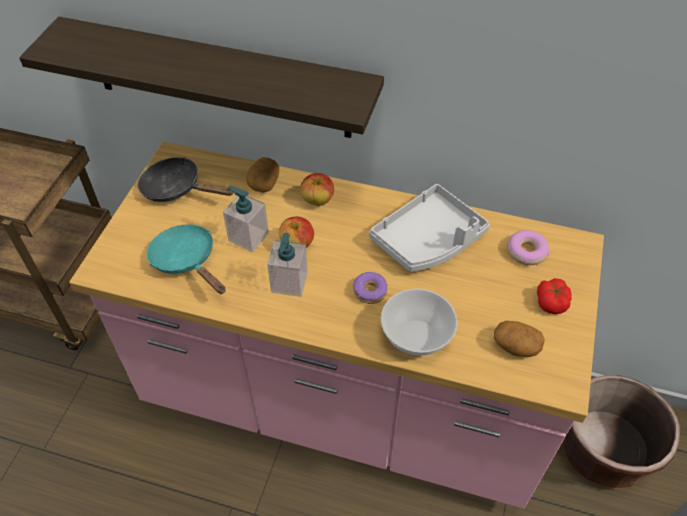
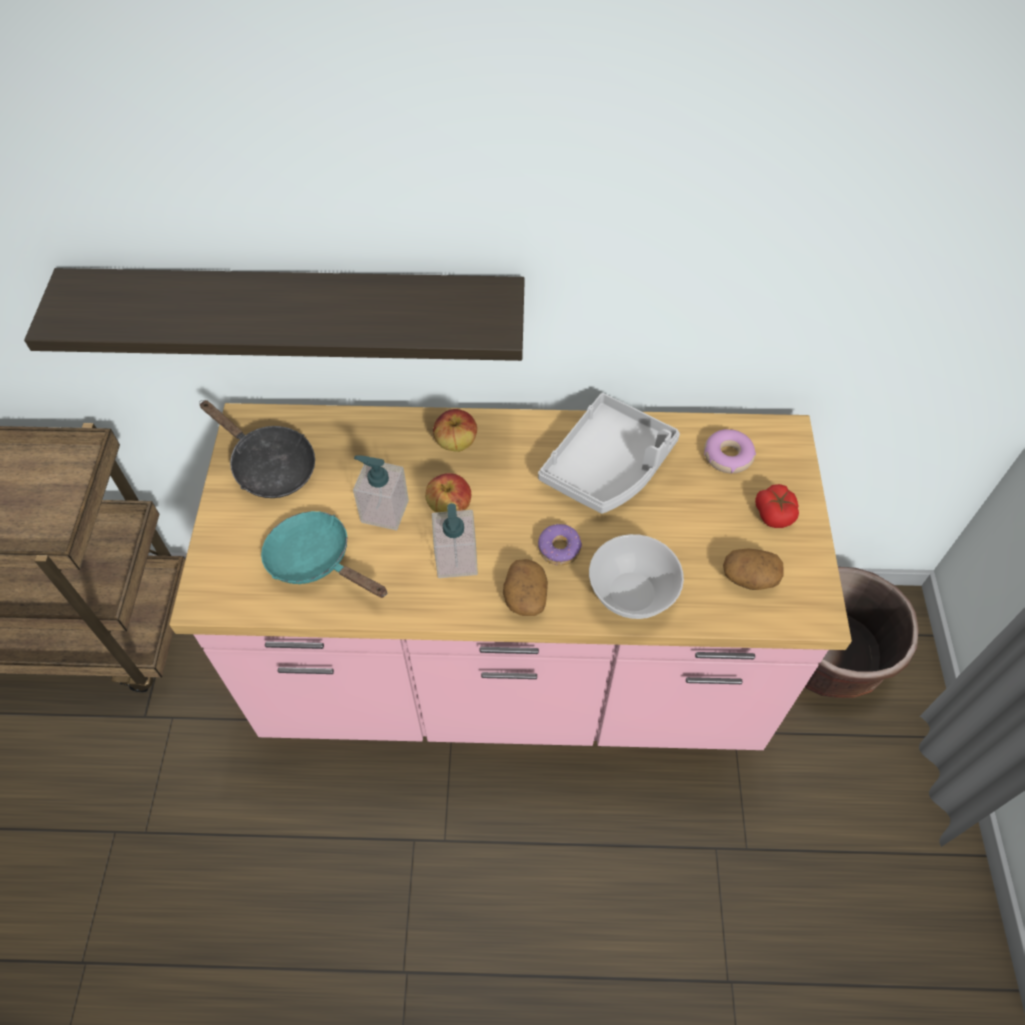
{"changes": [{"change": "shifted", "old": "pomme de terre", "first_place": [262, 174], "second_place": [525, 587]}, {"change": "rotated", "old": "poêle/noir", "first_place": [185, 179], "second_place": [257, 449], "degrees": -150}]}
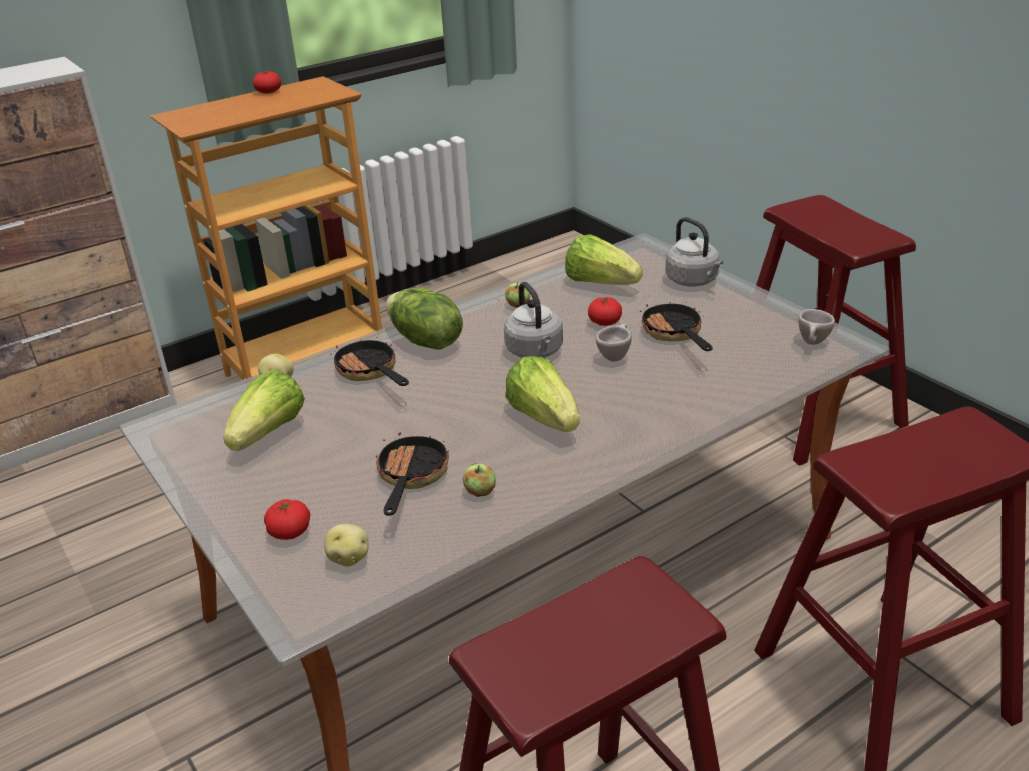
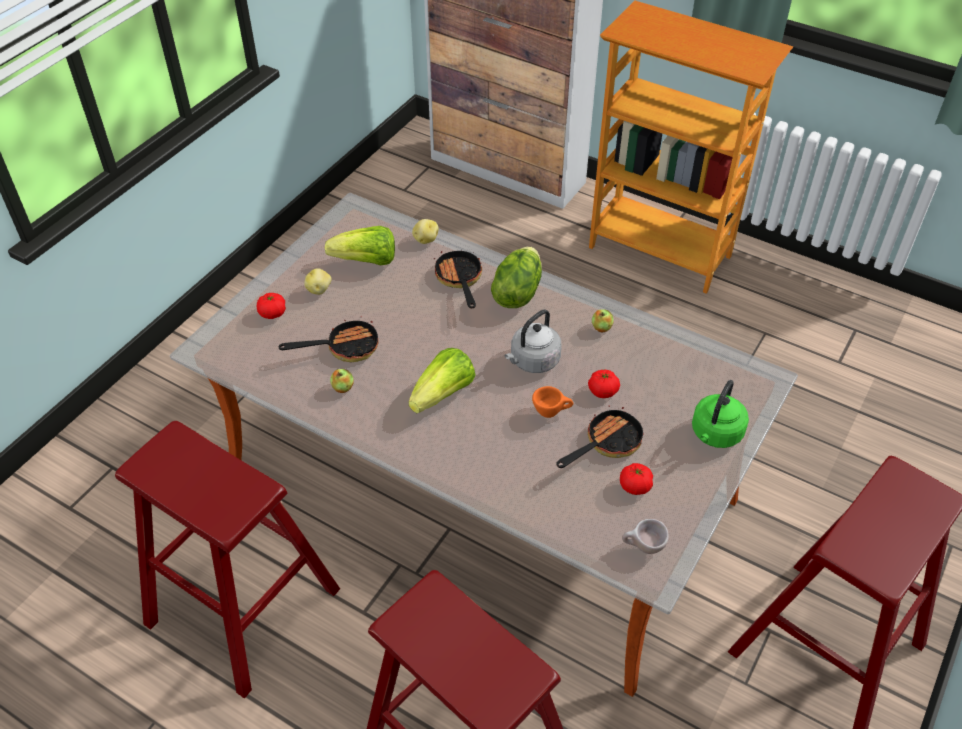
{"changes": [{"change": "gone", "old": "laitue", "first_place": [604, 259]}, {"change": "shifted", "old": "tomate", "first_place": [267, 82], "second_place": [636, 479]}, {"change": "shifted", "old": "pomme de terre", "first_place": [346, 545], "second_place": [318, 281]}, {"change": "repainted", "old": "tasse/beige", "new": "tasse/orange", "first_place": [614, 343], "second_place": [552, 402]}, {"change": "repainted", "old": "bouilloire/gris", "new": "bouilloire/vert", "first_place": [694, 252], "second_place": [720, 414]}, {"change": "rotated", "old": "poêle", "first_place": [369, 361], "second_place": [458, 277], "degrees": -45}]}
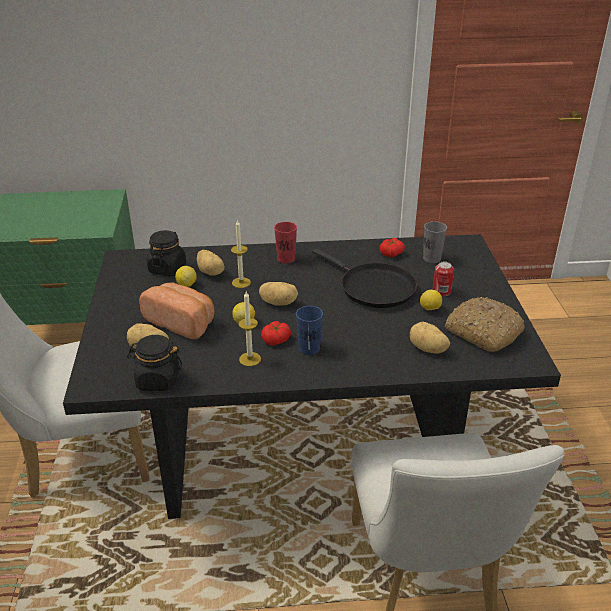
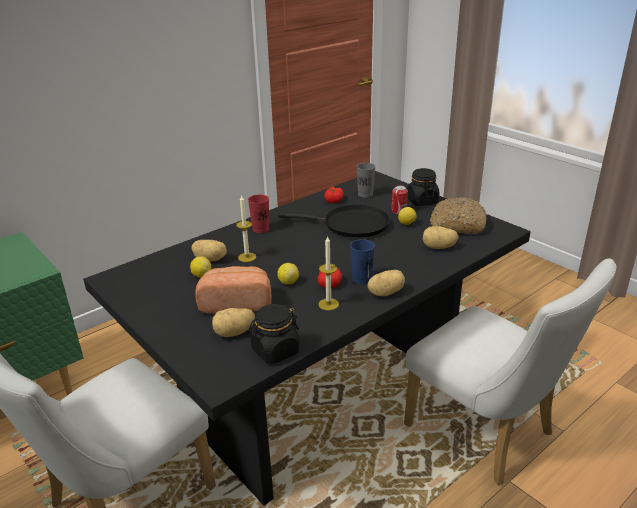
{"changes": [{"change": "shifted", "old": "bocal/noir", "first_place": [166, 253], "second_place": [423, 187]}, {"change": "shifted", "old": "pomme de terre", "first_place": [278, 294], "second_place": [386, 283]}]}
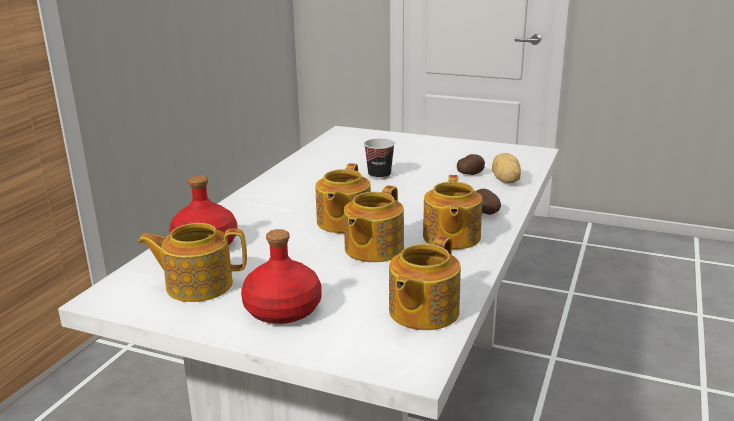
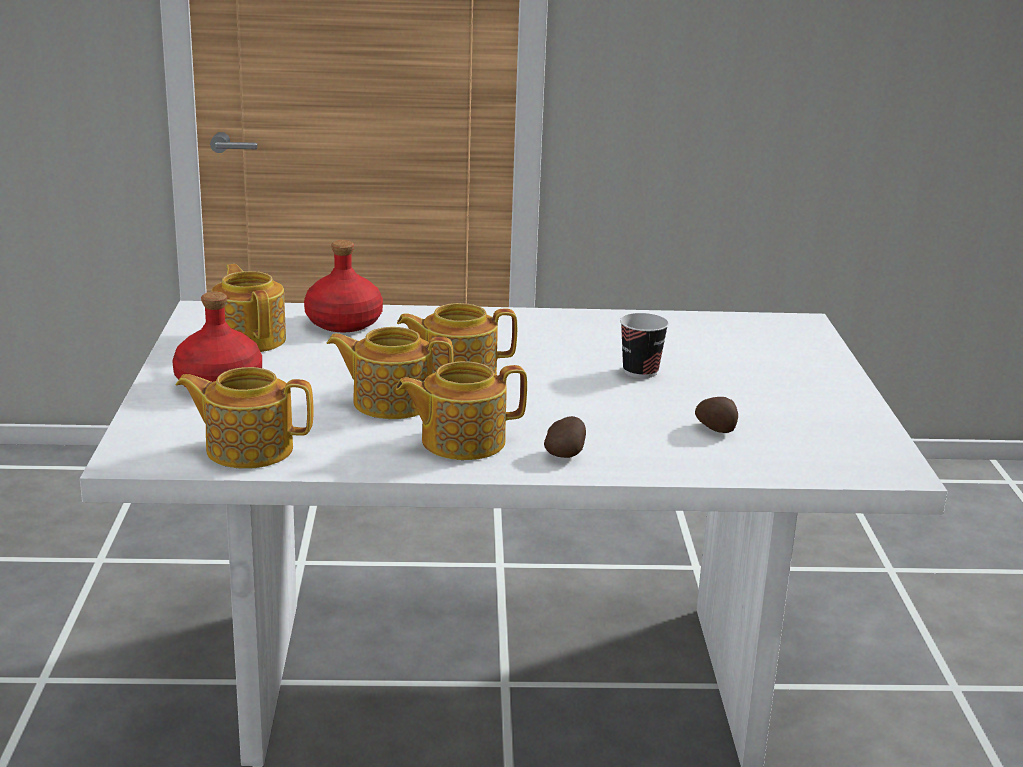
{"changes": [{"change": "gone", "old": "pomme de terre", "first_place": [506, 168]}]}
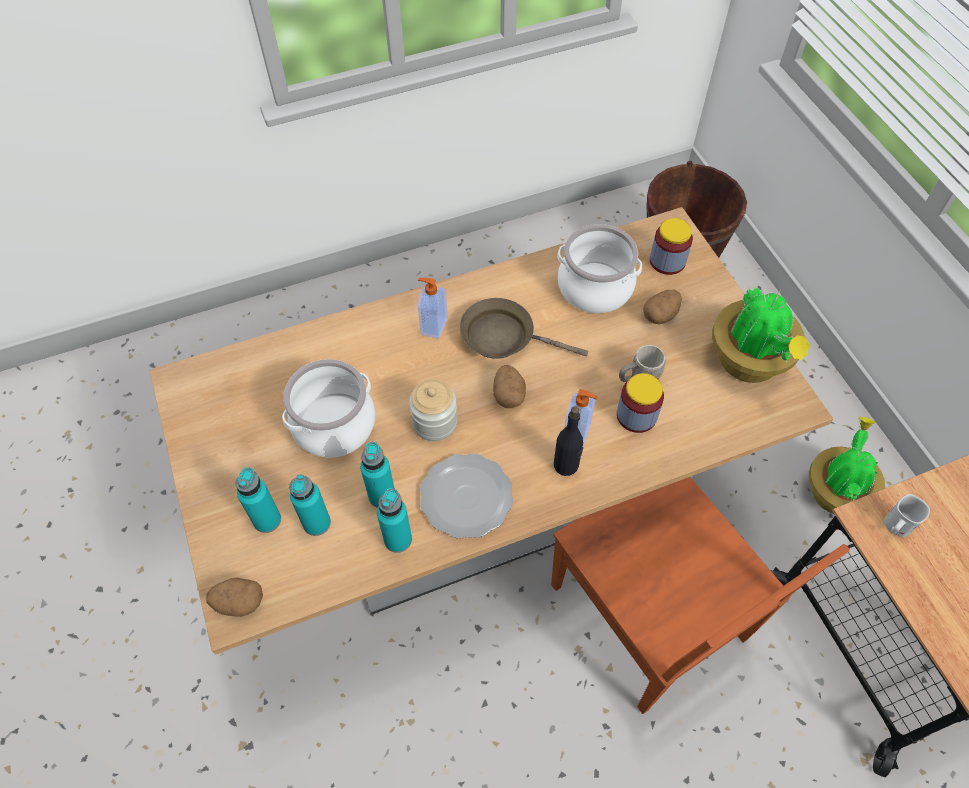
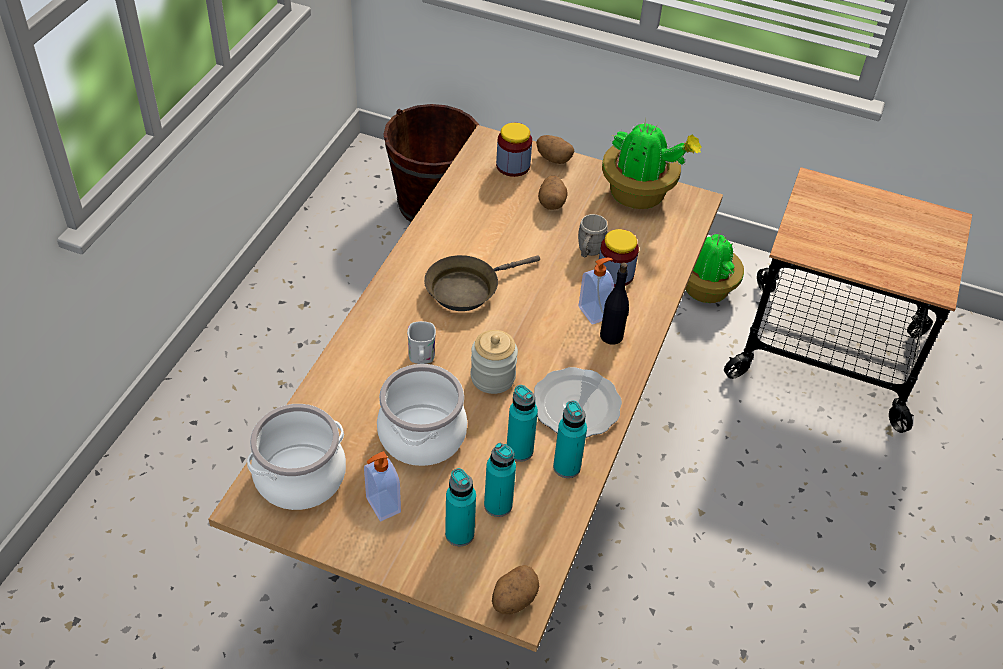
{"changes": [{"change": "gone", "old": "chaise/marron", "first_place": [700, 595]}, {"change": "shifted", "old": "distributeur de savon", "first_place": [433, 308], "second_place": [382, 486]}, {"change": "shifted", "old": "pomme de terre", "first_place": [509, 386], "second_place": [555, 149]}, {"change": "shifted", "old": "marmite", "first_place": [599, 268], "second_place": [296, 457]}, {"change": "shifted", "old": "mug/blanc", "first_place": [907, 515], "second_place": [421, 342]}]}
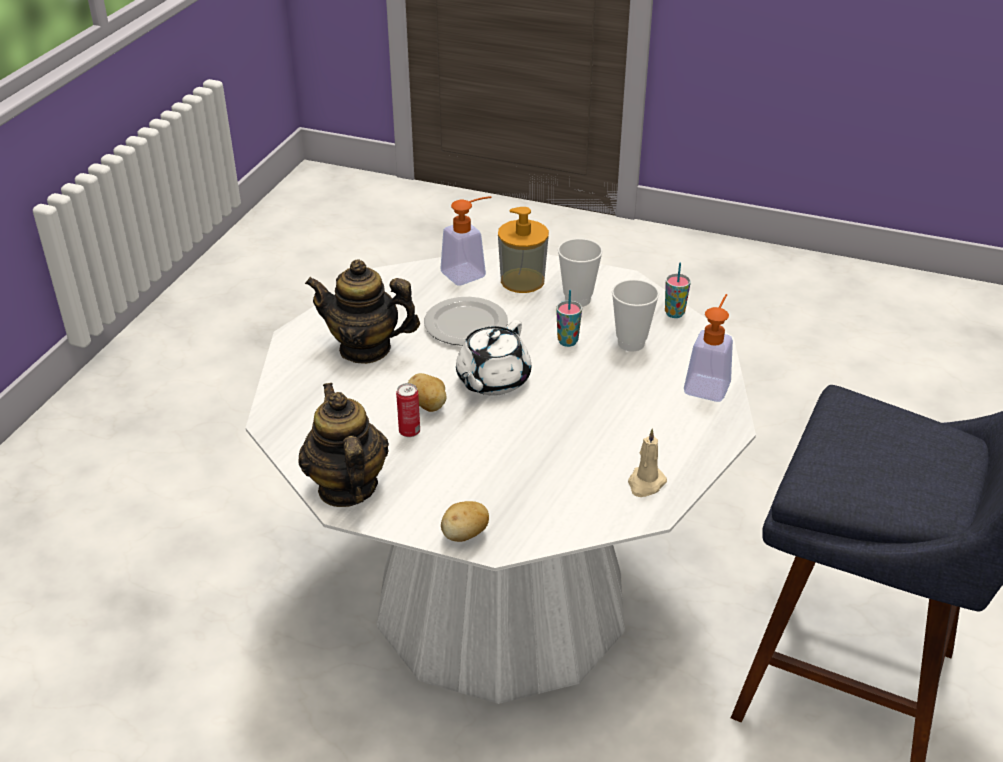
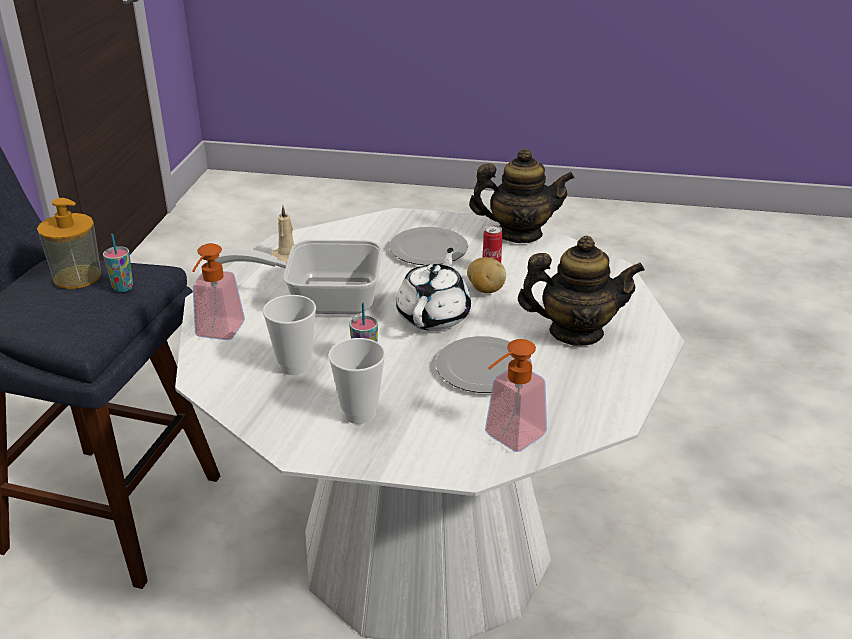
{"changes": [{"change": "gone", "old": "pomme de terre", "first_place": [465, 521]}, {"change": "new", "new": "poêle", "second_place": [298, 277]}, {"change": "new", "new": "assiette", "second_place": [428, 246]}, {"change": "shifted", "old": "distributeur de savon", "first_place": [523, 250], "second_place": [69, 243]}, {"change": "shifted", "old": "tasse", "first_place": [678, 290], "second_place": [118, 263]}, {"change": "rotated", "old": "théière", "first_place": [343, 445], "second_place": [521, 195], "degrees": -60}]}
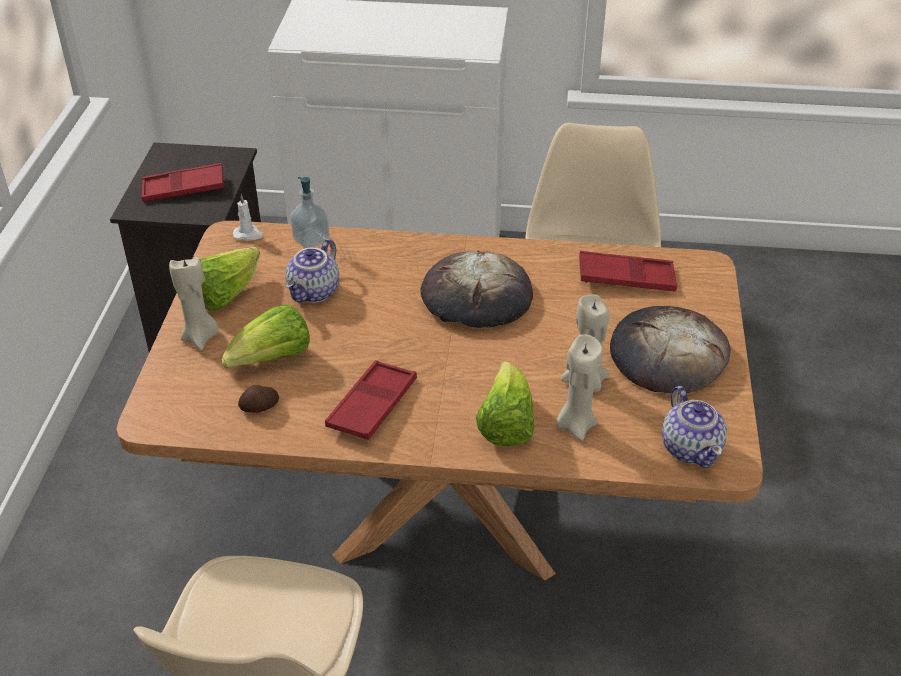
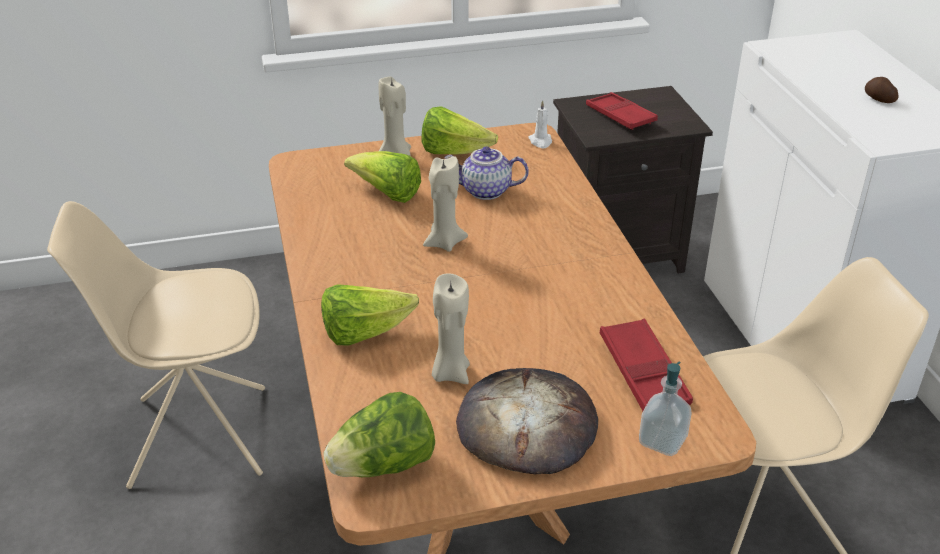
{"changes": [{"change": "gone", "old": "plateau/rouge", "first_place": [371, 400]}, {"change": "gone", "old": "pain", "first_place": [476, 289]}, {"change": "shifted", "old": "pomme de terre", "first_place": [258, 398], "second_place": [882, 90]}, {"change": "shifted", "old": "distributeur de savon", "first_place": [310, 212], "second_place": [665, 408]}, {"change": "shifted", "old": "bougie/beige", "first_place": [579, 387], "second_place": [445, 204]}, {"change": "swapped", "old": "théière", "new": "laitue", "first_place": [694, 427], "second_place": [379, 434]}]}
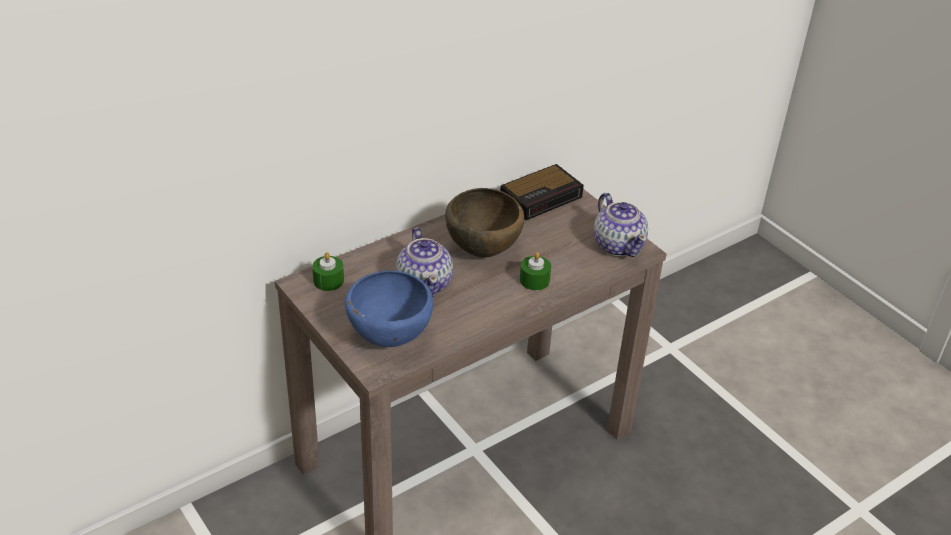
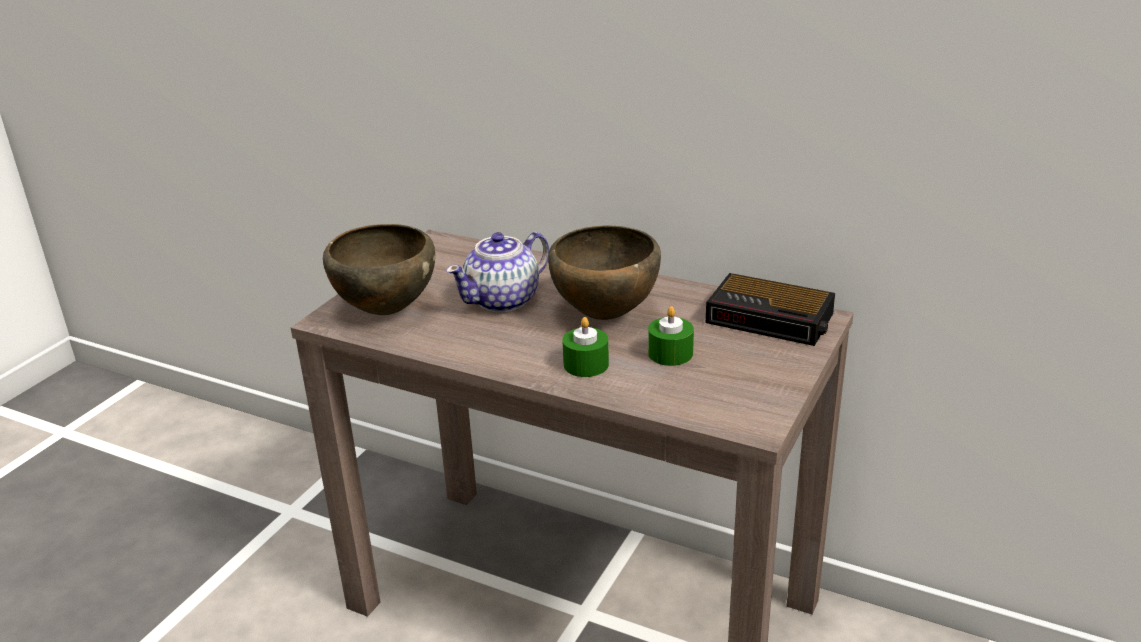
{"changes": [{"change": "gone", "old": "théière", "first_place": [621, 225]}, {"change": "shifted", "old": "bougie/vert", "first_place": [328, 271], "second_place": [671, 336]}, {"change": "repainted", "old": "bol/bleu", "new": "bol/marron", "first_place": [389, 309], "second_place": [379, 269]}]}
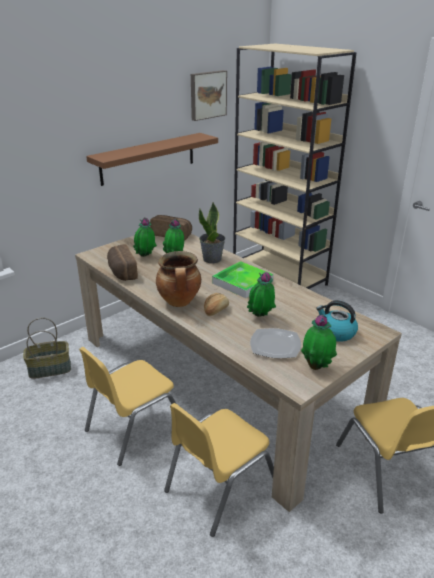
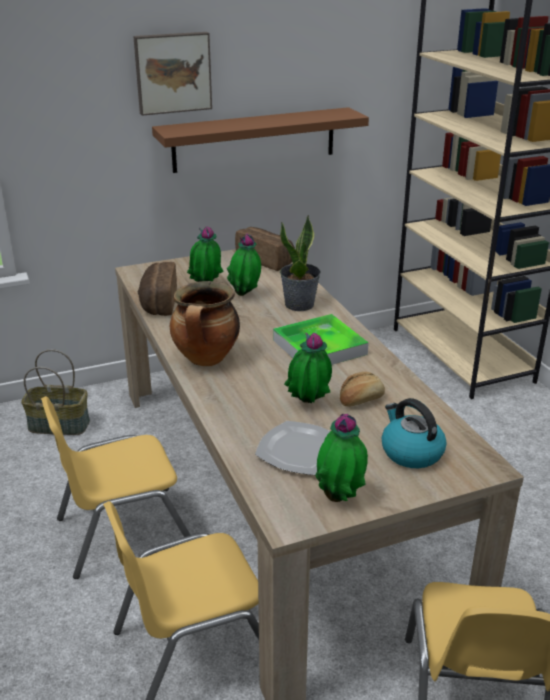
{"changes": [{"change": "shifted", "old": "tableau", "first_place": [209, 95], "second_place": [172, 74]}, {"change": "shifted", "old": "pain", "first_place": [216, 304], "second_place": [362, 389]}]}
